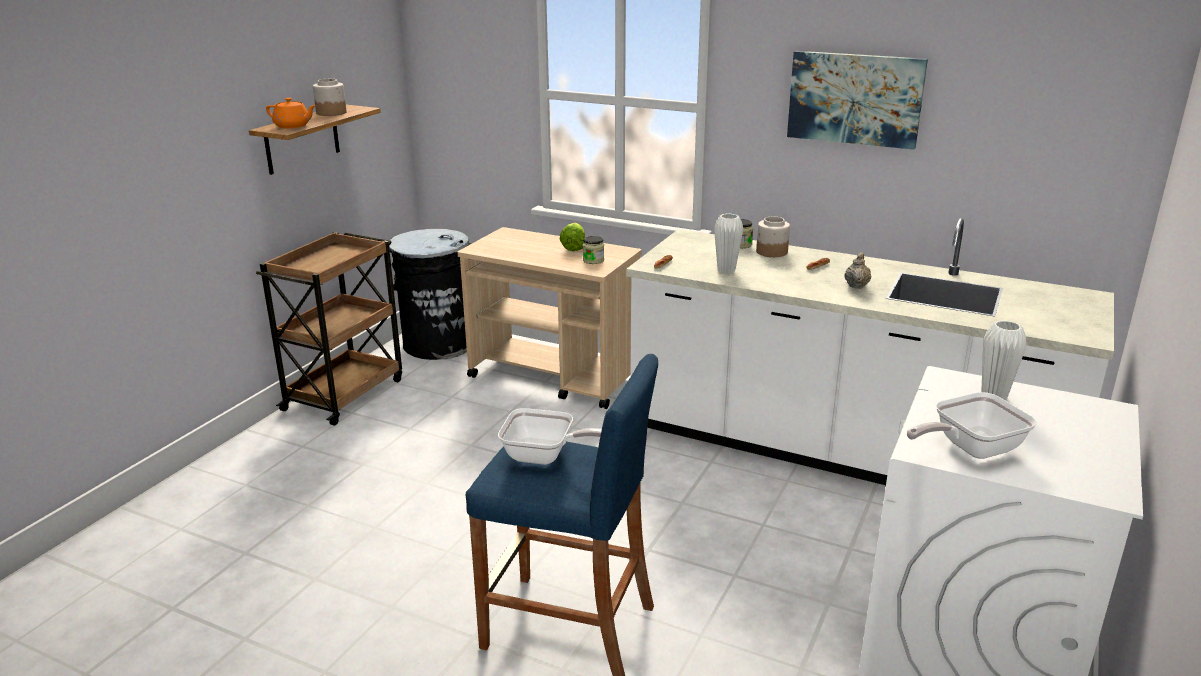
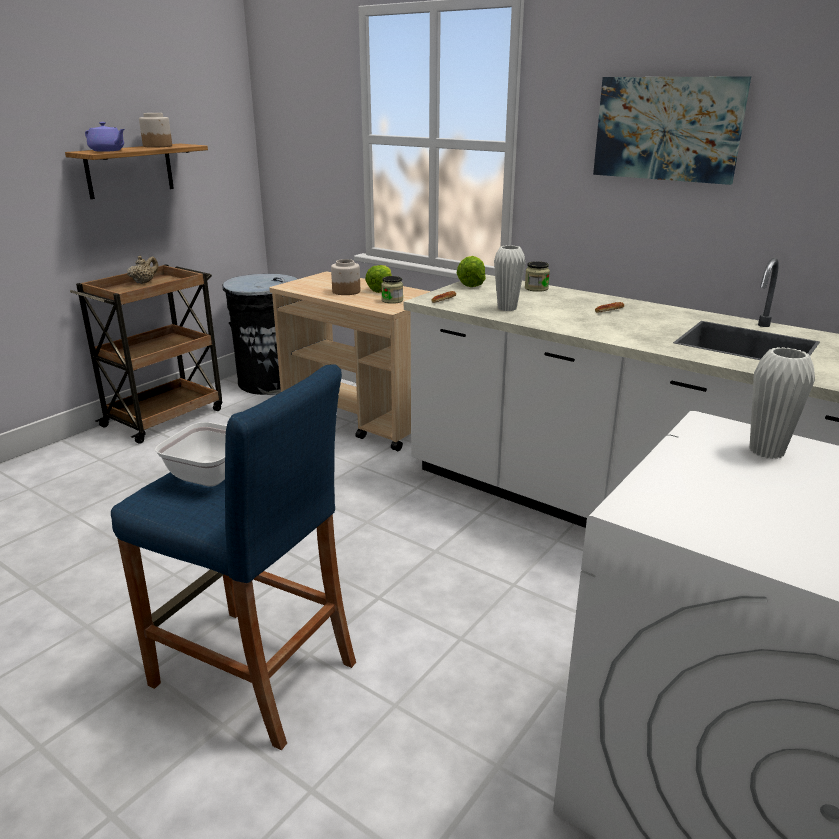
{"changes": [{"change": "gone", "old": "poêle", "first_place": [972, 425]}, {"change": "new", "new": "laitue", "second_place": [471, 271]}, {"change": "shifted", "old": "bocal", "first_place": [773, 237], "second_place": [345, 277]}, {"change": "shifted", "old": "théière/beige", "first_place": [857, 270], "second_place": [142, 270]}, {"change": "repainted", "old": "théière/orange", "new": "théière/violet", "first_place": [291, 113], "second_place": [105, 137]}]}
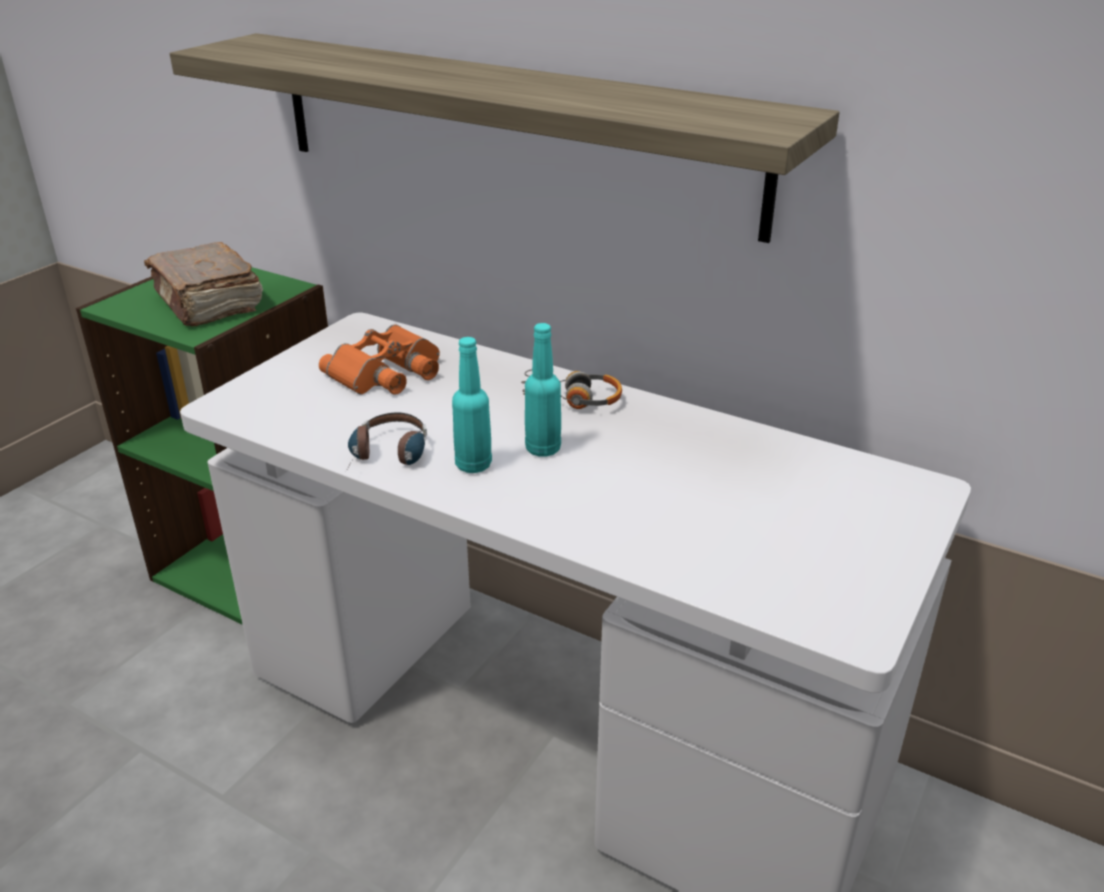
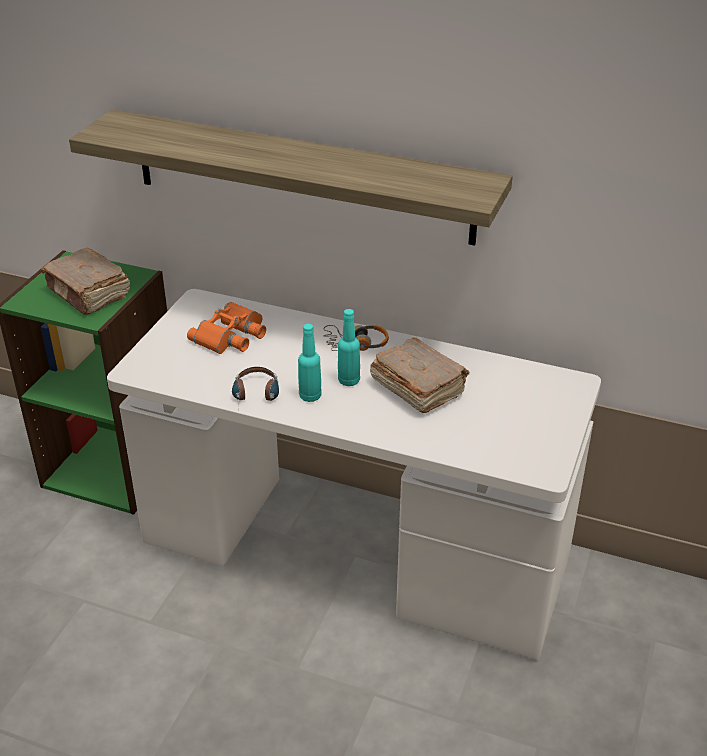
{"changes": [{"change": "new", "new": "livre/marron", "second_place": [419, 375]}]}
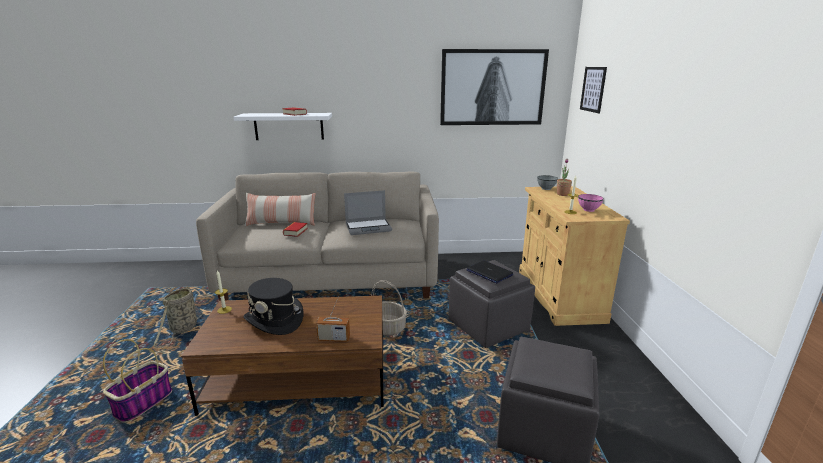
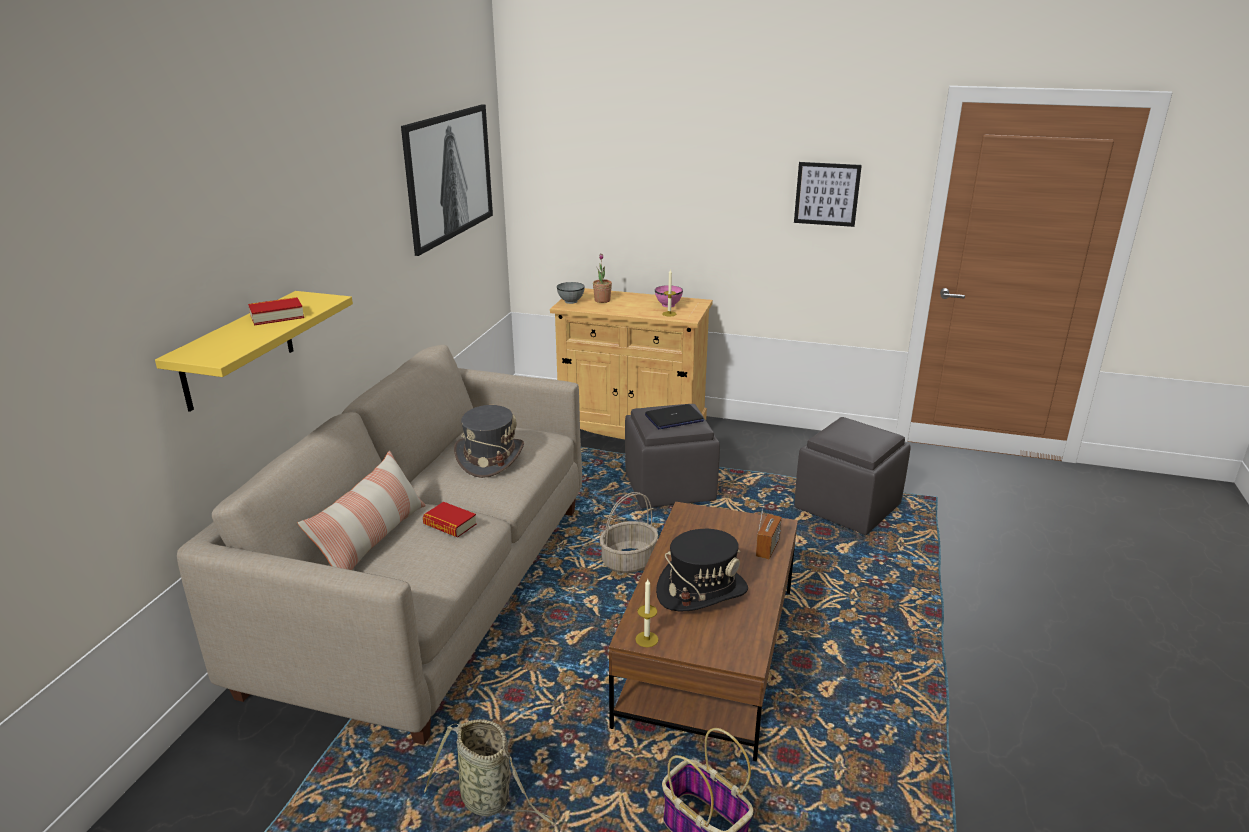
{"changes": [{"change": "shifted", "old": "tableau", "first_place": [593, 90], "second_place": [828, 194]}, {"change": "swapped", "old": "ordinateur portable", "new": "chapeau/gris", "first_place": [368, 212], "second_place": [489, 441]}, {"change": "repainted", "old": "étagère/blanc", "new": "étagère/jaune", "first_place": [282, 126], "second_place": [254, 351]}]}
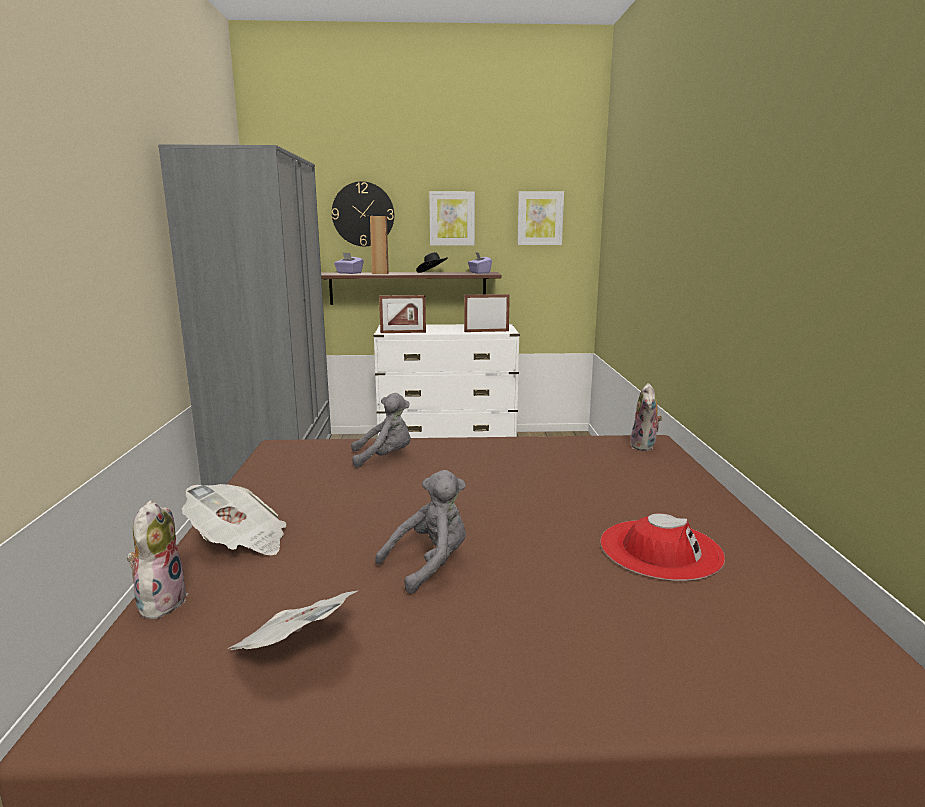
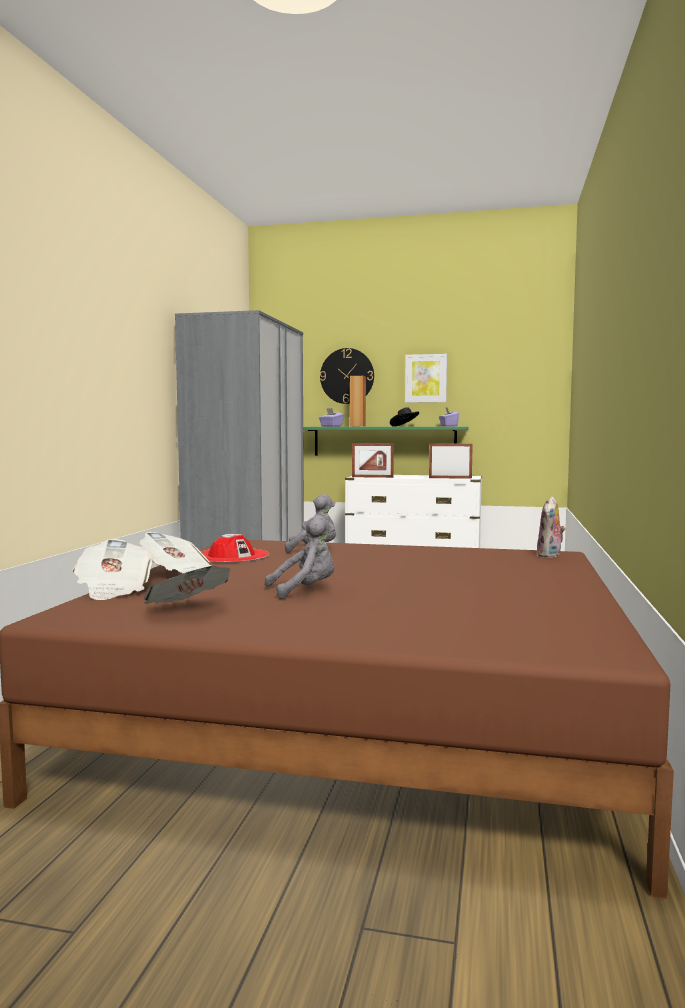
{"changes": [{"change": "gone", "old": "tableau", "first_place": [540, 218]}, {"change": "shifted", "old": "chapeau/rouge", "first_place": [662, 547], "second_place": [235, 548]}, {"change": "swapped", "old": "peluche", "new": "journal", "first_place": [157, 560], "second_place": [113, 569]}, {"change": "repainted", "old": "étagère/marron", "new": "étagère/vert", "first_place": [411, 288], "second_place": [385, 441]}]}
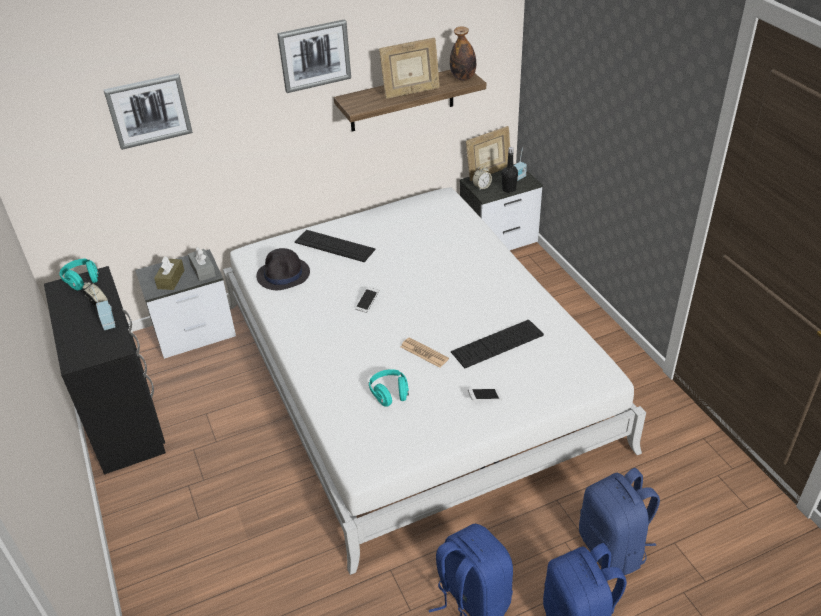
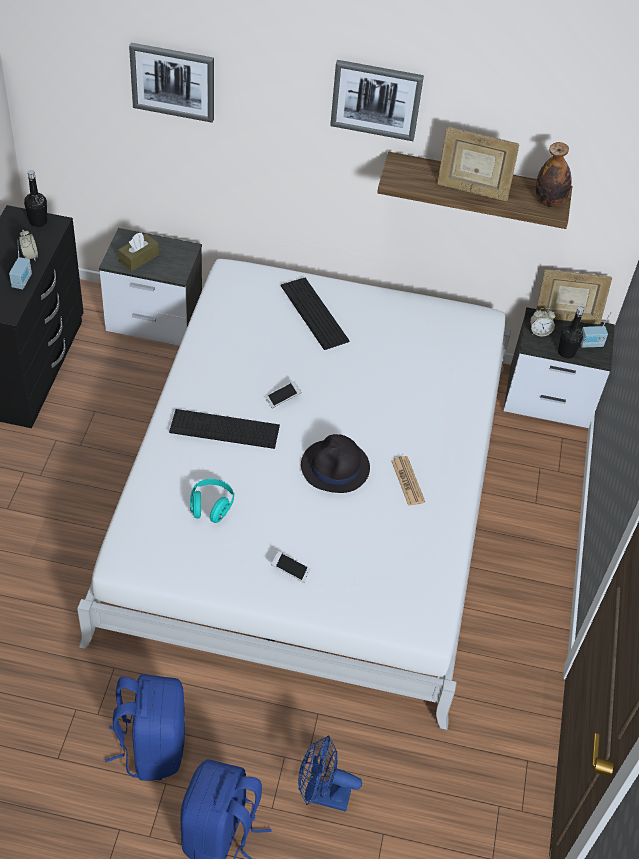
{"changes": [{"change": "gone", "old": "boîte à mouchoirs/gris", "first_place": [202, 264]}, {"change": "shifted", "old": "chapeau/noir", "first_place": [283, 269], "second_place": [335, 463]}, {"change": "shifted", "old": "journal", "first_place": [425, 352], "second_place": [408, 481]}, {"change": "shifted", "old": "clavier", "first_place": [497, 344], "second_place": [224, 429]}, {"change": "swapped", "old": "casque audio/turquoise", "new": "bouteille/noir", "first_place": [79, 274], "second_place": [35, 198]}, {"change": "swapped", "old": "sac à dos/bleu", "new": "ventilateur/bleu", "first_place": [619, 521], "second_place": [330, 774]}]}
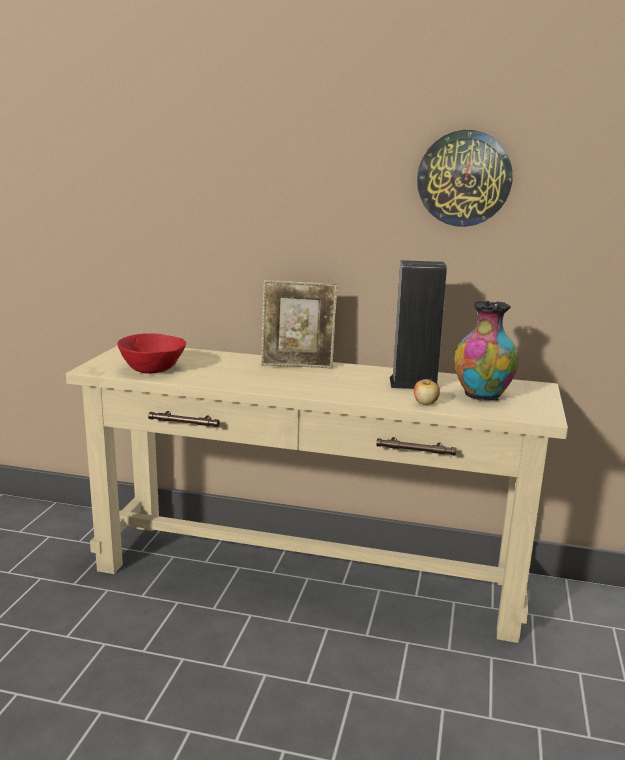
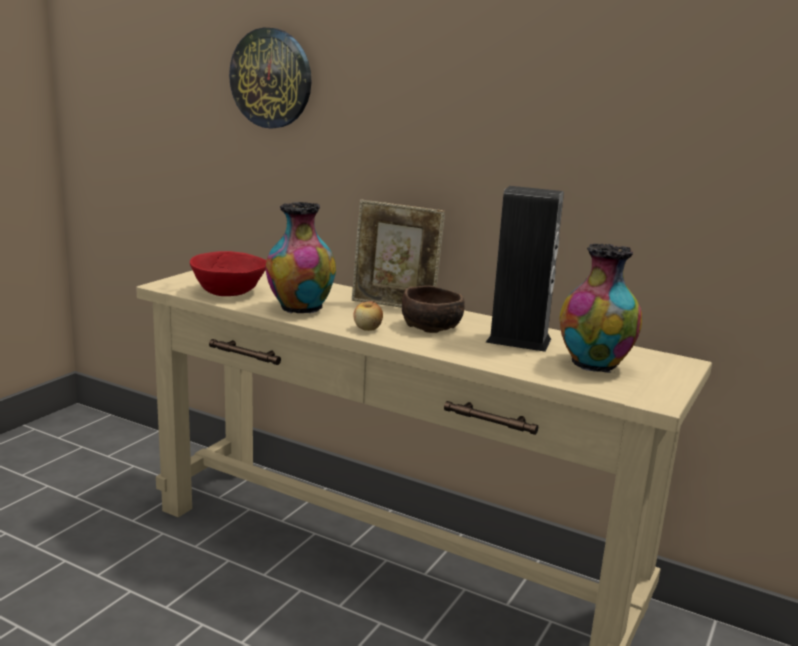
{"changes": [{"change": "new", "new": "vase", "second_place": [301, 257]}, {"change": "new", "new": "bol/marron", "second_place": [433, 309]}, {"change": "shifted", "old": "pomme", "first_place": [427, 391], "second_place": [368, 316]}, {"change": "shifted", "old": "horloge murale", "first_place": [465, 178], "second_place": [270, 78]}]}
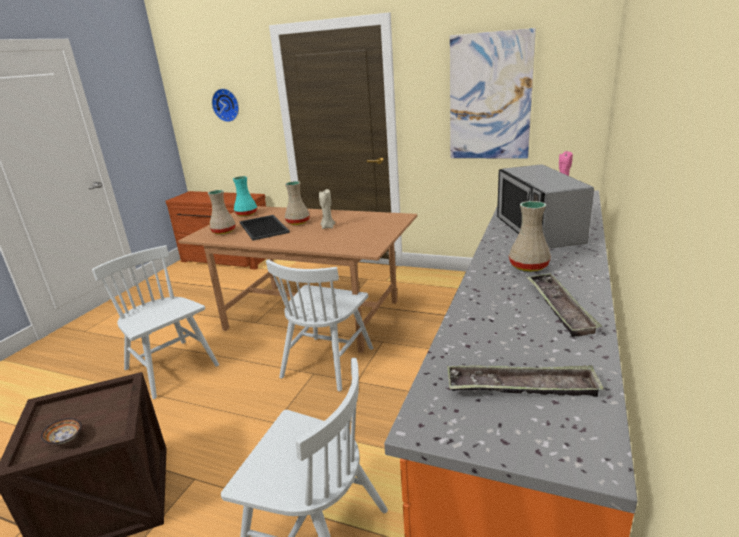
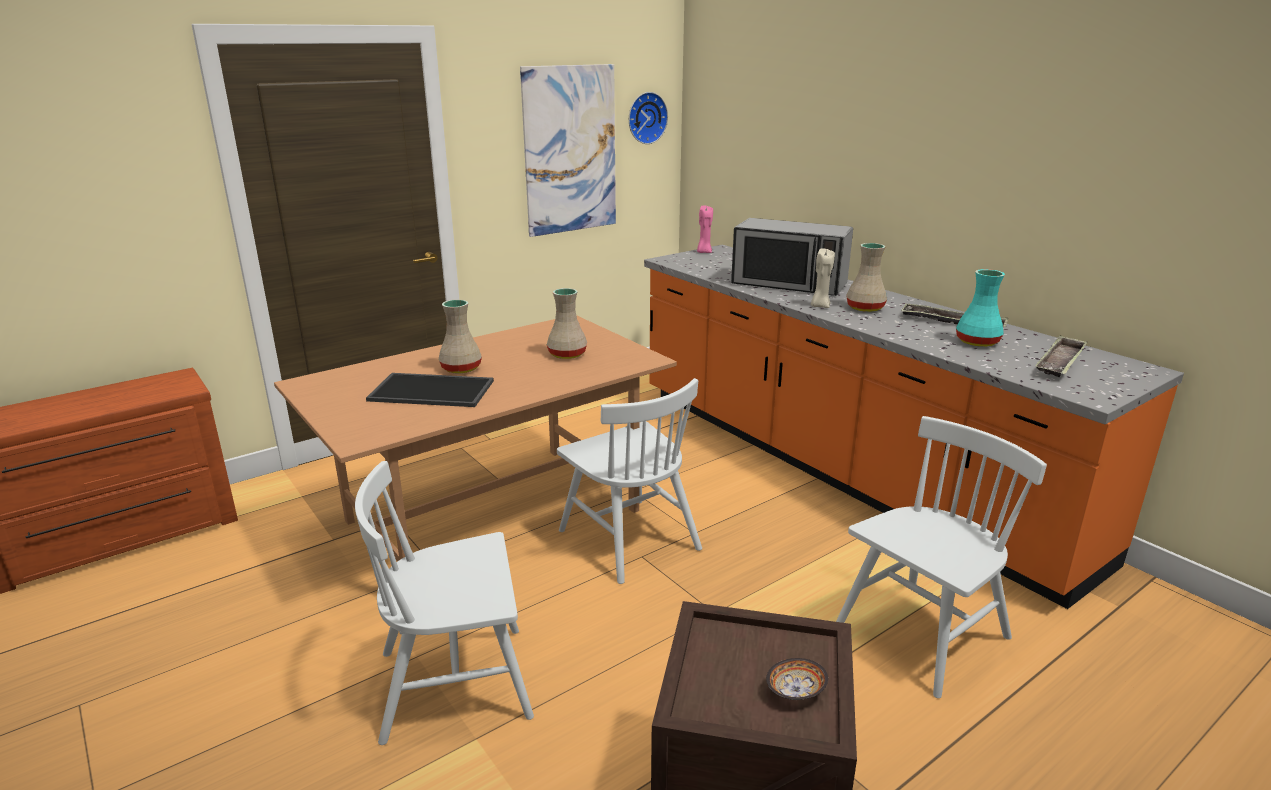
{"changes": [{"change": "shifted", "old": "vase/beige", "first_place": [222, 212], "second_place": [567, 323]}, {"change": "shifted", "old": "horloge murale", "first_place": [225, 105], "second_place": [648, 118]}, {"change": "shifted", "old": "vase/turquoise", "first_place": [245, 196], "second_place": [980, 308]}, {"change": "shifted", "old": "bougie/beige", "first_place": [327, 209], "second_place": [823, 278]}]}
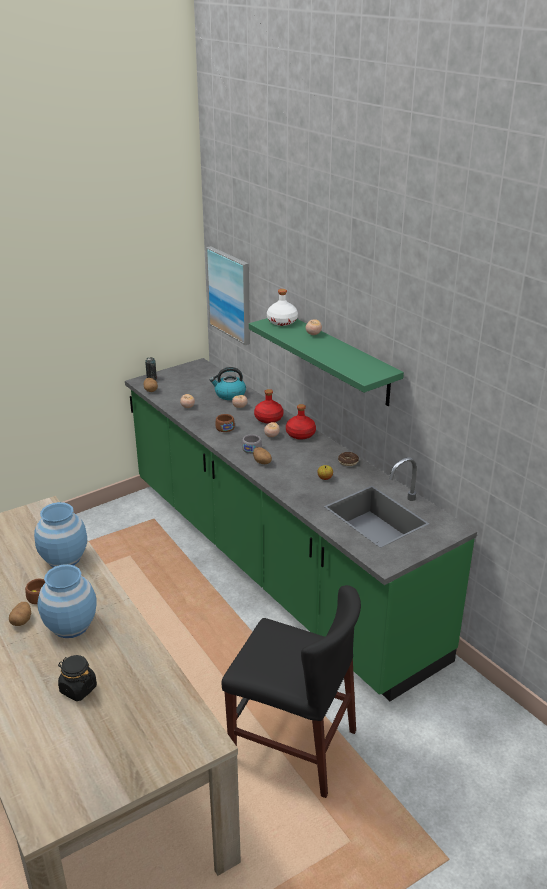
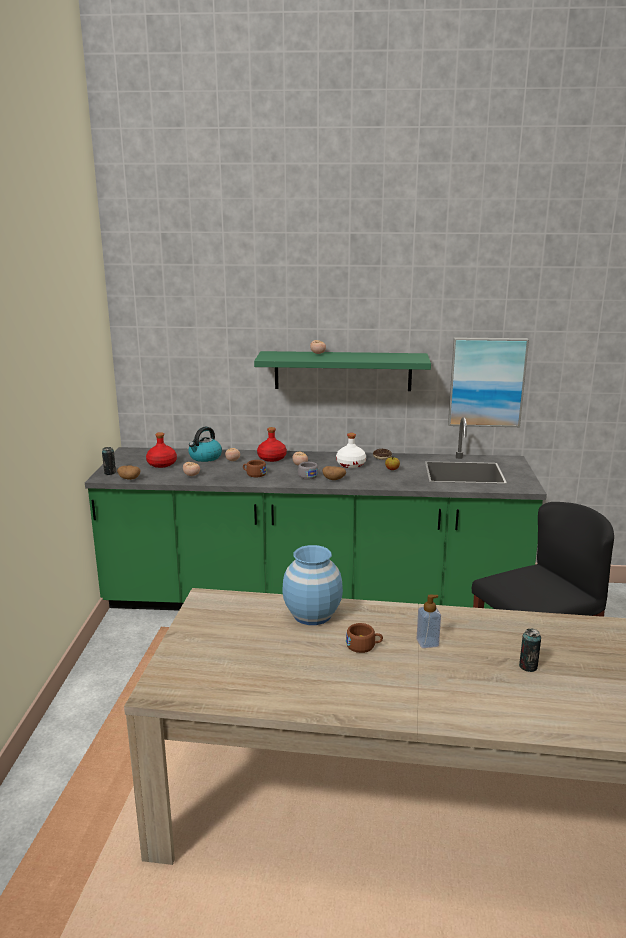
{"changes": [{"change": "gone", "old": "pomme de terre", "first_place": [20, 614]}, {"change": "shifted", "old": "tableau", "first_place": [228, 295], "second_place": [488, 382]}, {"change": "shifted", "old": "bouteille/blanc", "first_place": [282, 307], "second_place": [351, 450]}, {"change": "shifted", "old": "bouteille/rouge", "first_place": [301, 422], "second_place": [161, 450]}, {"change": "swapped", "old": "vase/bleu", "new": "distributeur de savon", "first_place": [67, 601], "second_place": [429, 621]}, {"change": "swapped", "old": "bocal/noir", "new": "boîte métallique", "first_place": [77, 678], "second_place": [530, 650]}]}
